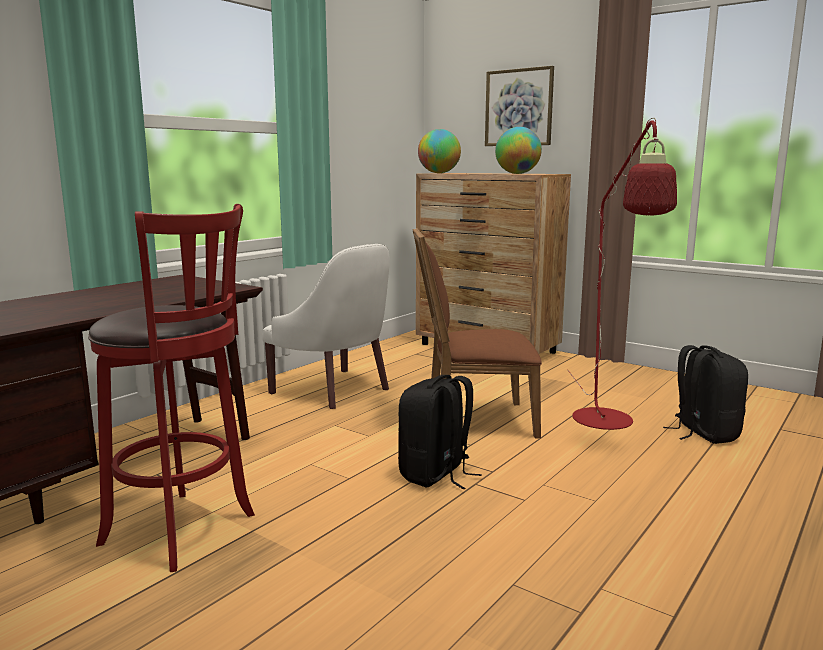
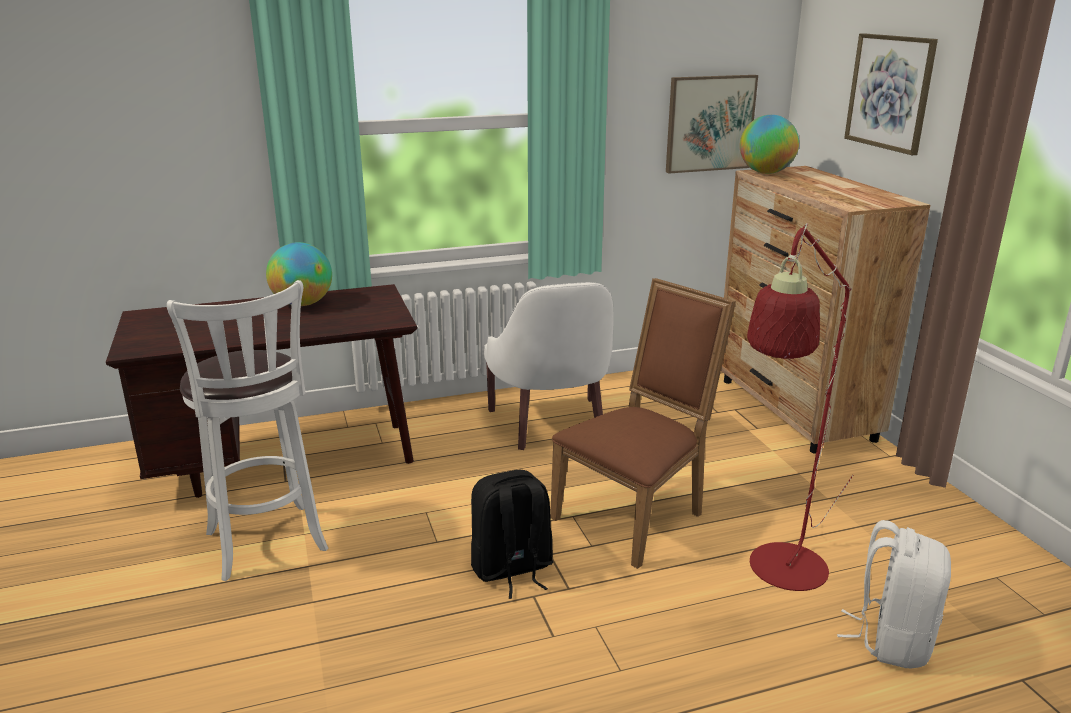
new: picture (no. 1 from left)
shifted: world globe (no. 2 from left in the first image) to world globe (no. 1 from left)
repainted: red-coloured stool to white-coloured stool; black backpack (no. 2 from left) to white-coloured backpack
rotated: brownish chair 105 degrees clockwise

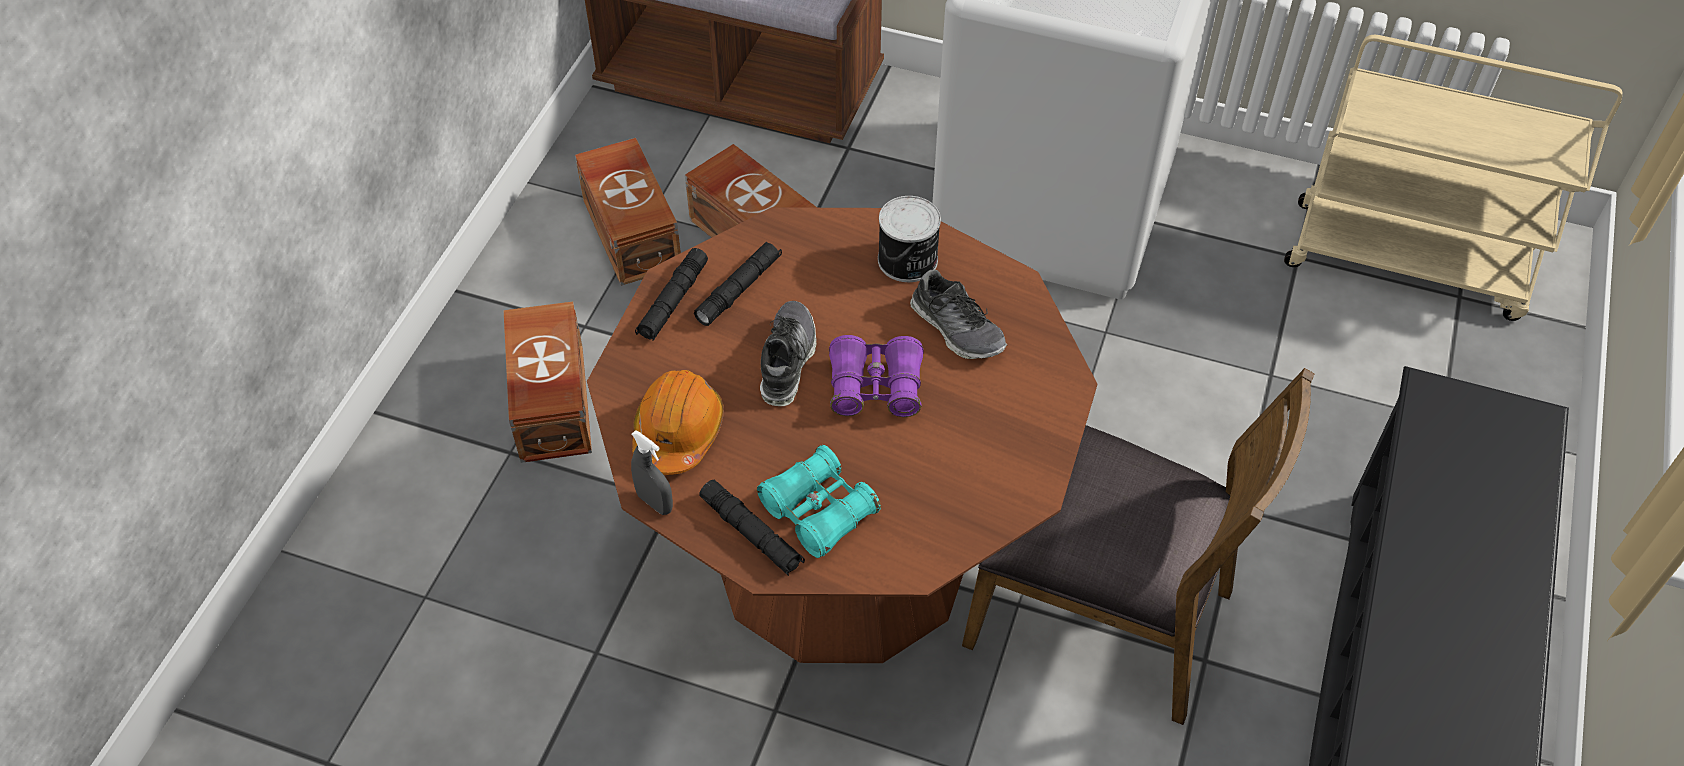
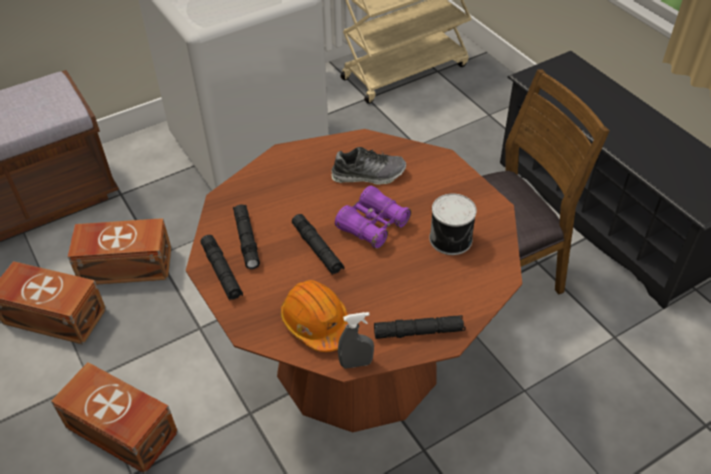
gone: turquoise-coloured field glasses
shifted: can
swapped: low shoe (no. 1 from left) to black flashlight (no. 3 from left)

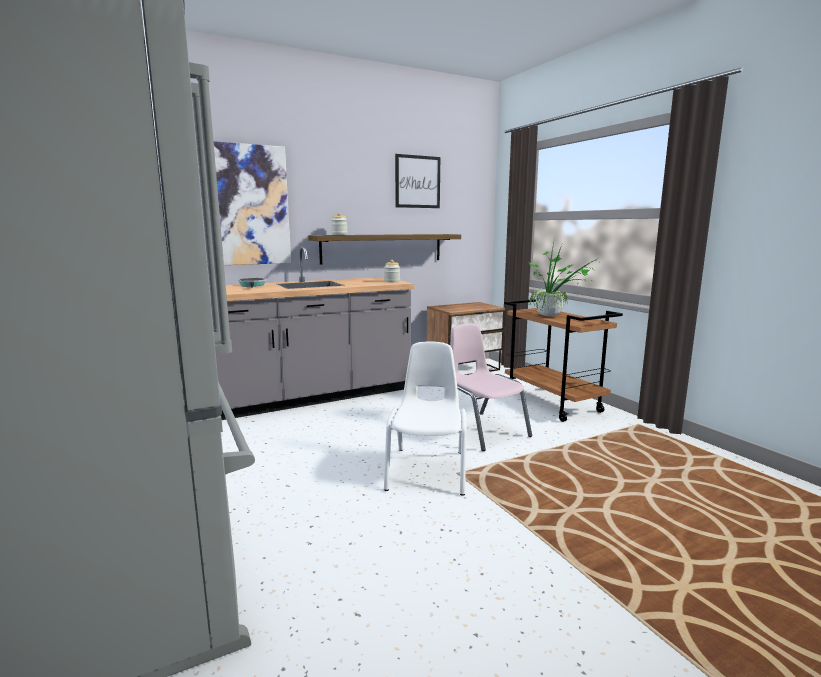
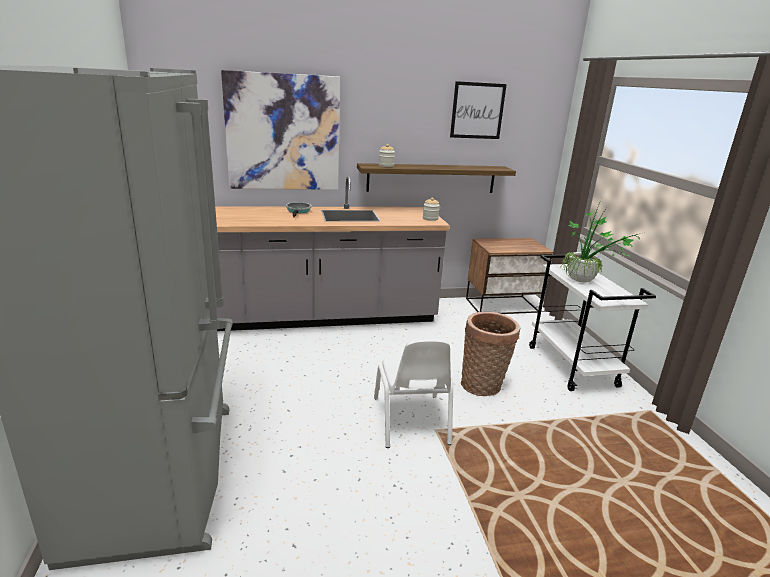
swapped: pink chair to storage basket
repainted: brownish cart to white-coloured cart
rotated: white-coloured chair 150 degrees clockwise

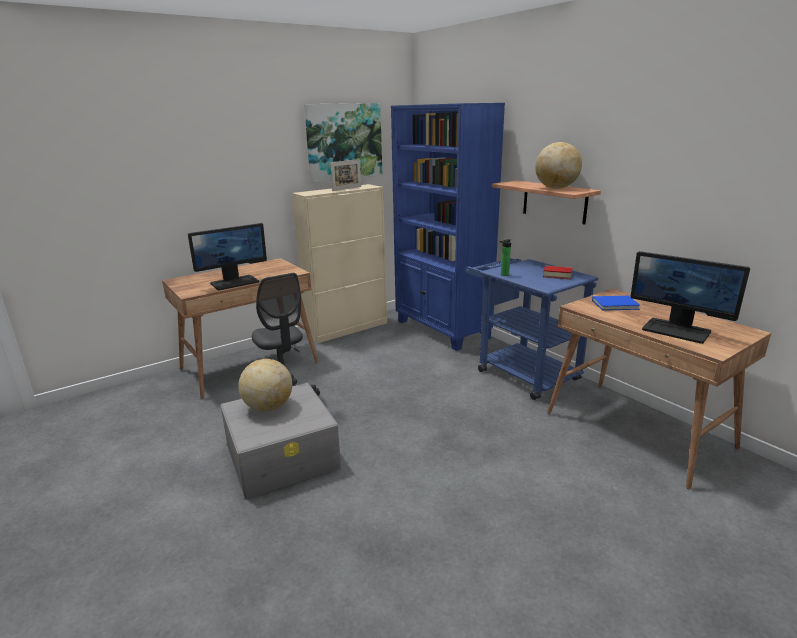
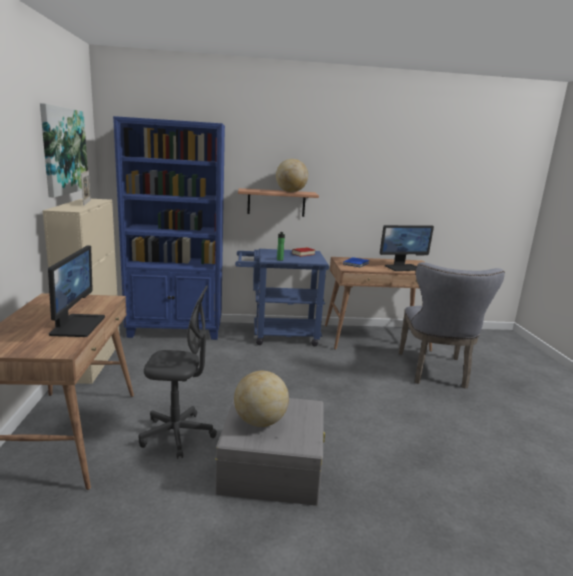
new: gray chair

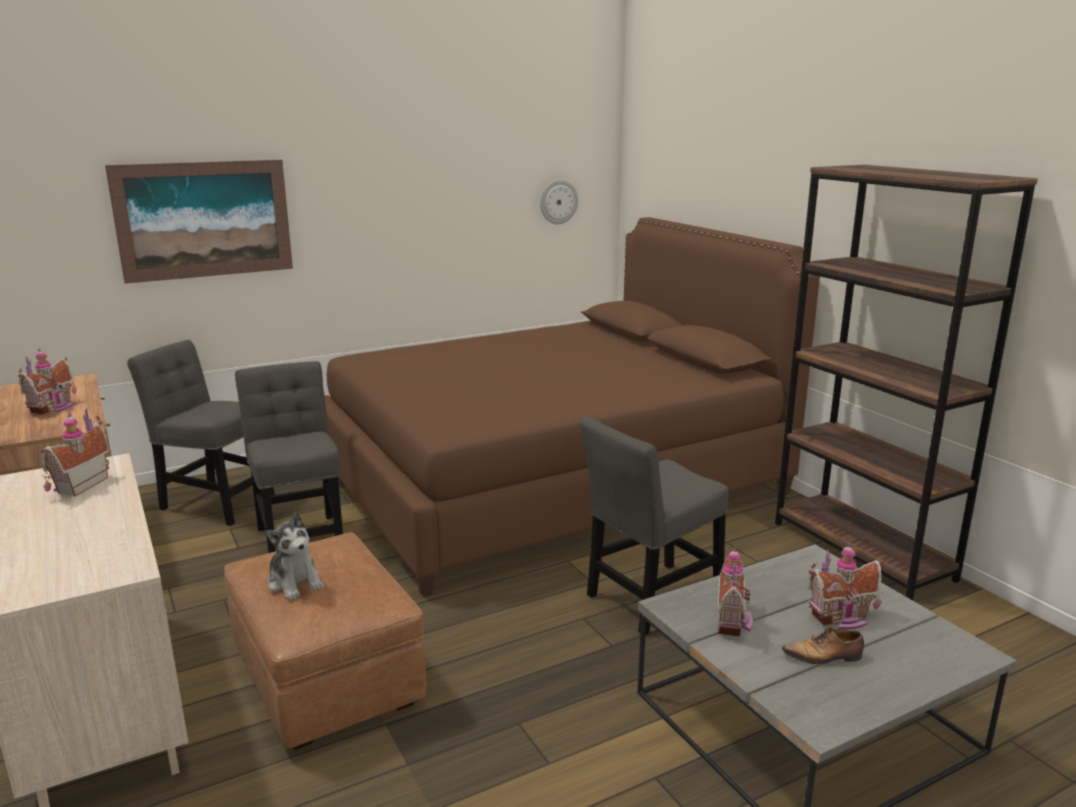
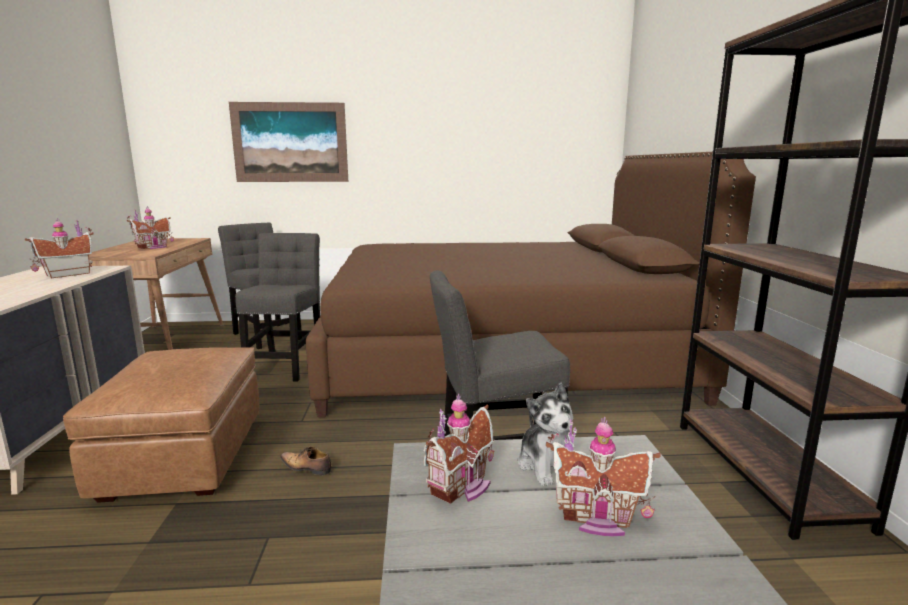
gone: wall clock
shifted: soft toy; low shoe

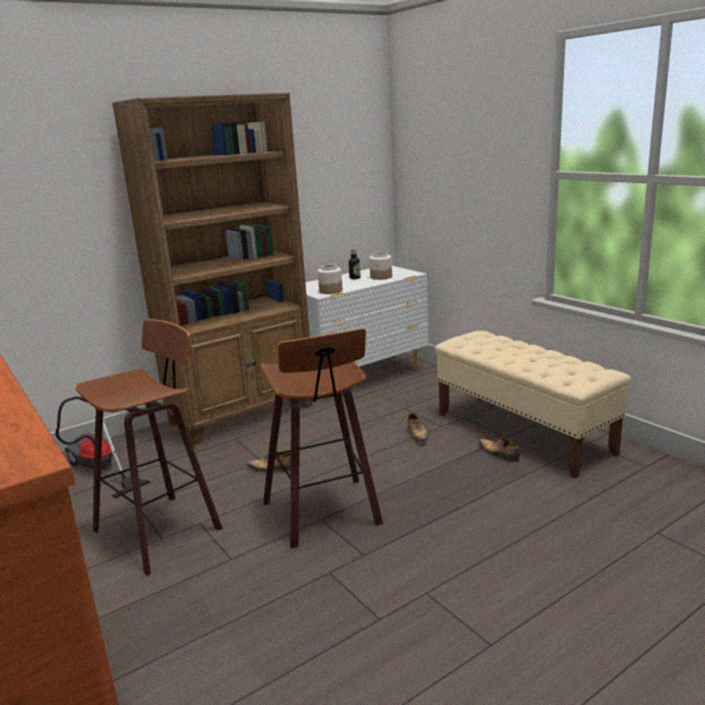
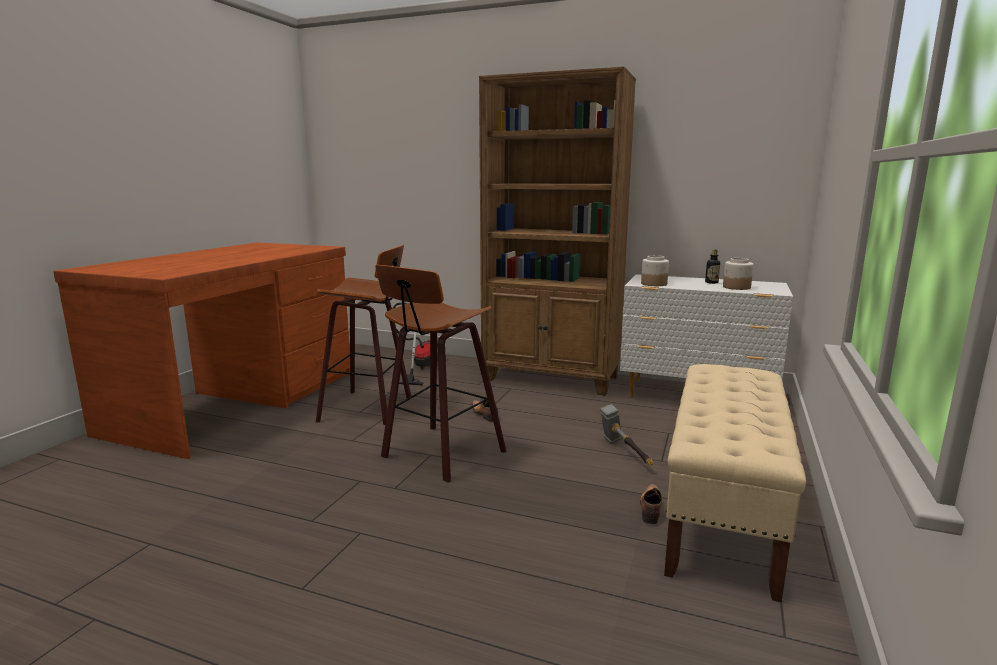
swapped: low shoe (no. 2 from left) to tool hammer

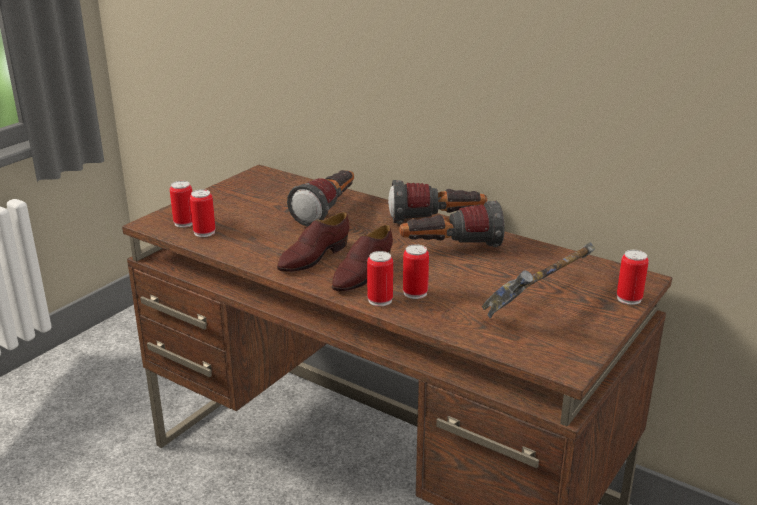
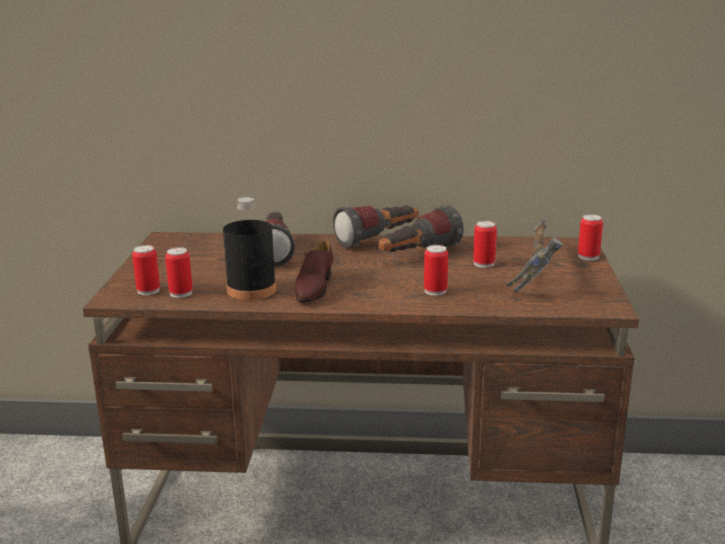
gone: brownish low shoe (no. 2 from left)
new: black drink bottle
shifted: can (no. 3 from left in the first image) to can (no. 4 from left)

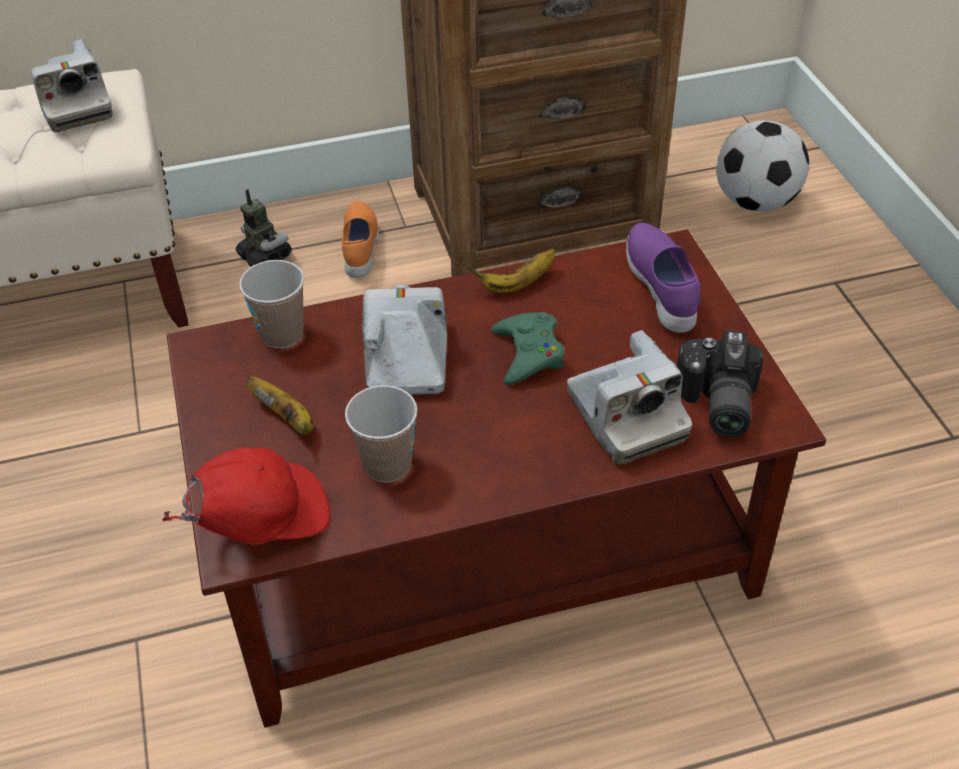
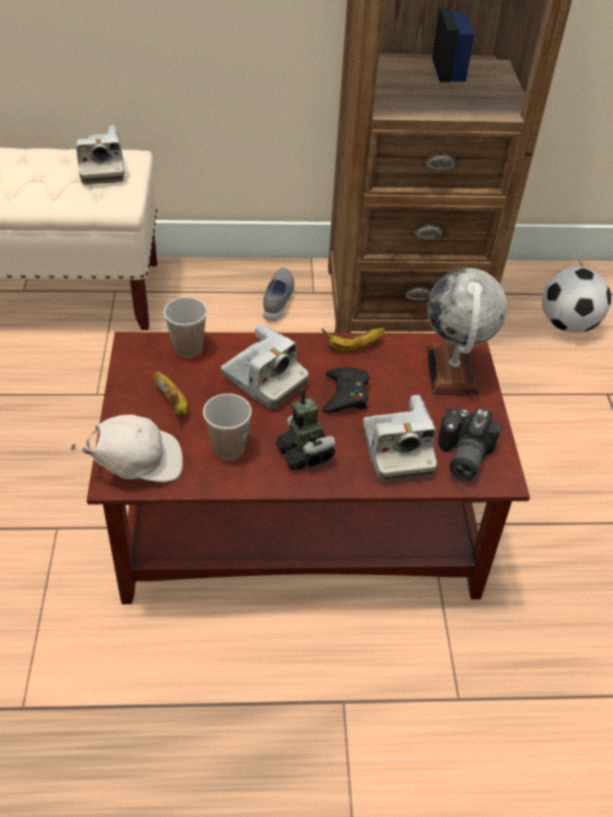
shifted: model robot
swapped: purple-coloured low shoe to world globe
repainted: red-coloured cap to white-coloured cap; orangey low shoe to gray low shoe; greenish gamepad to black gamepad
rotated: still camera (no. 2 from left) 120 degrees clockwise

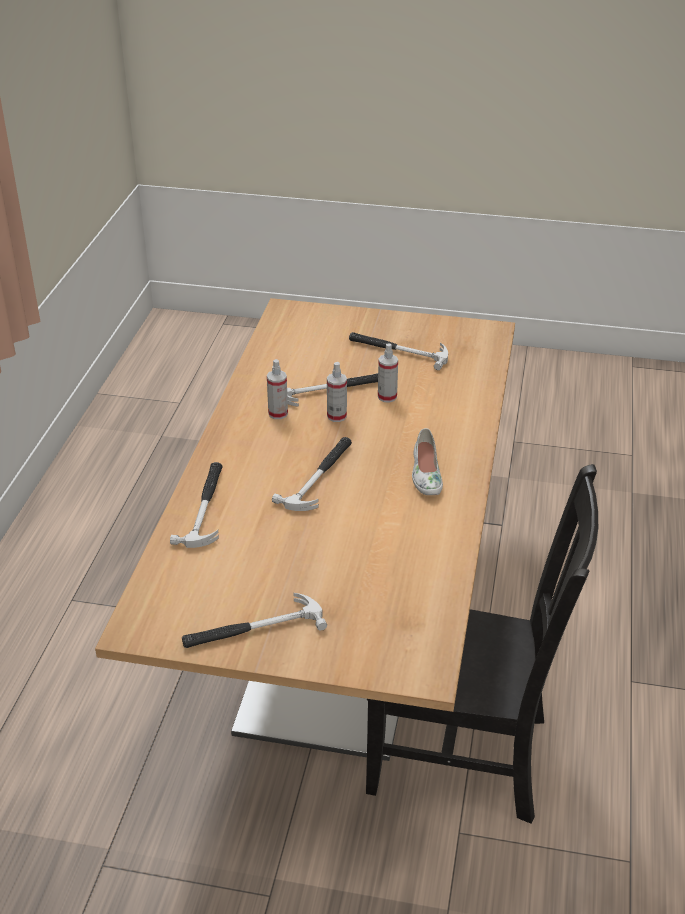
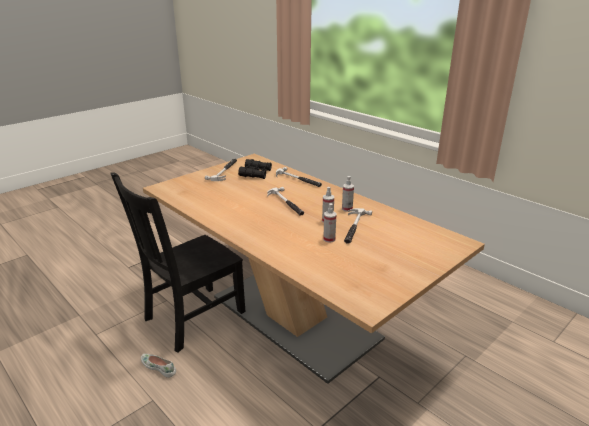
gone: tool hammer (no. 5 from left)
new: black field glasses
shifted: white-coloured low shoe

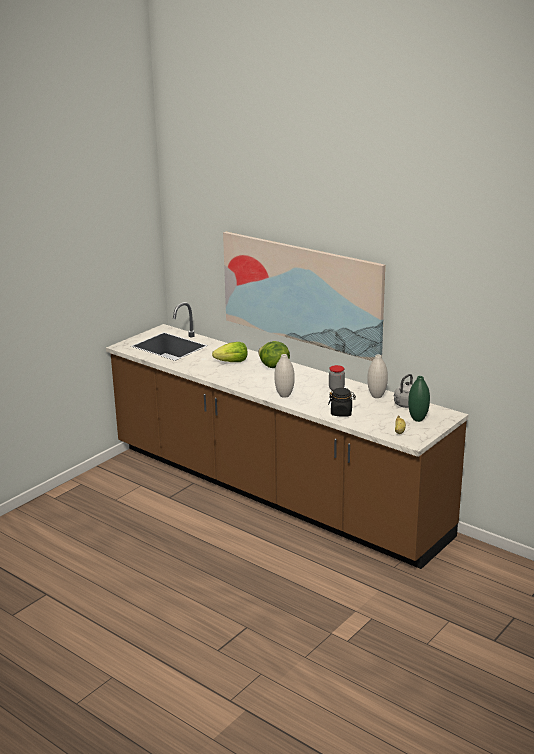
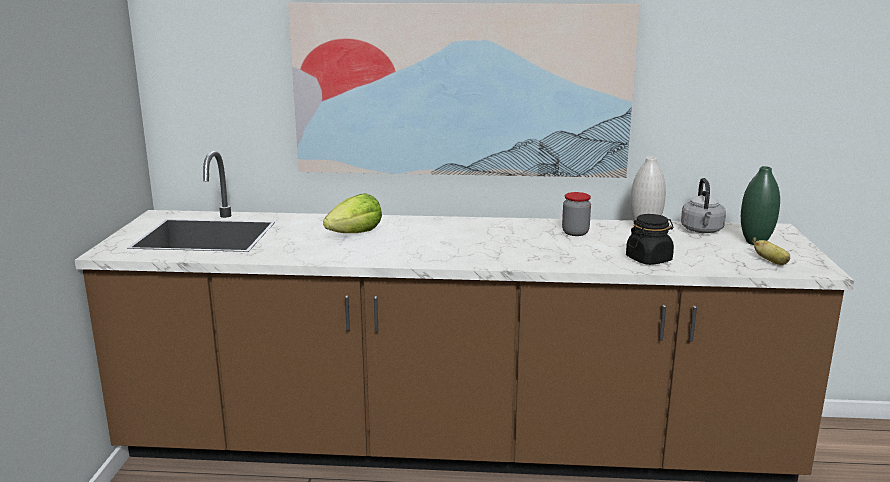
gone: lettuce head (no. 2 from left); white-coloured vase (no. 1 from left)

